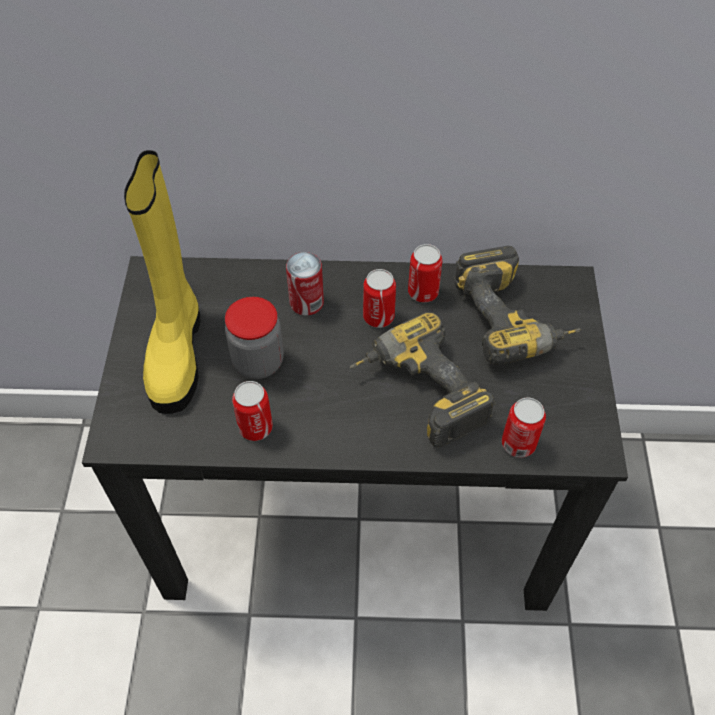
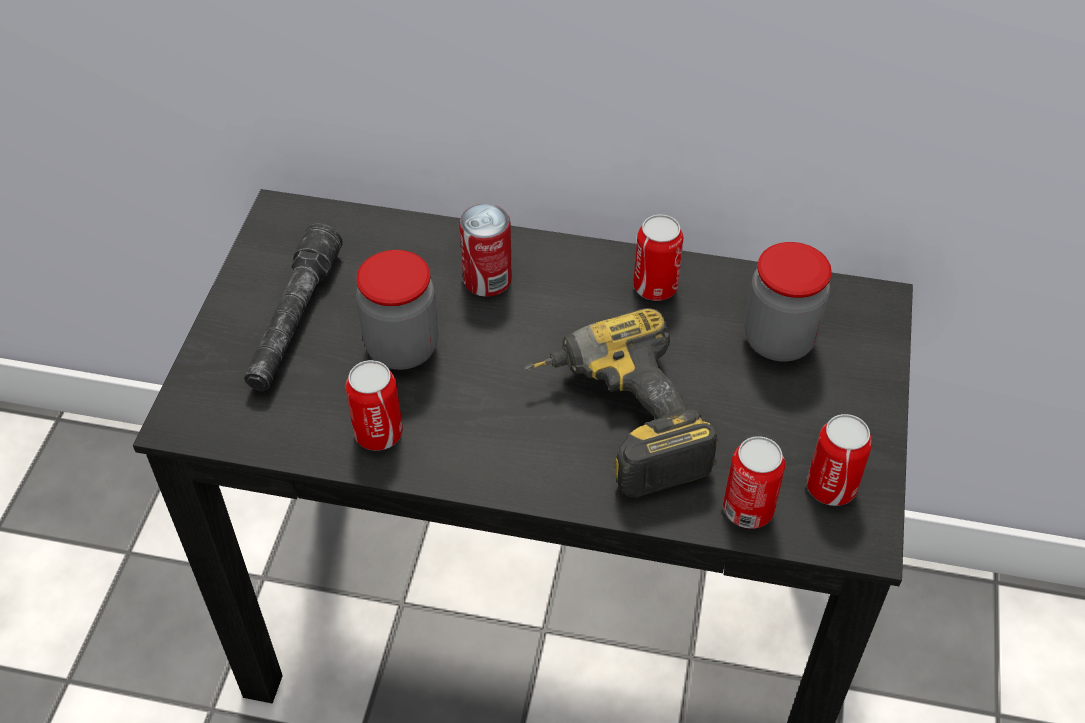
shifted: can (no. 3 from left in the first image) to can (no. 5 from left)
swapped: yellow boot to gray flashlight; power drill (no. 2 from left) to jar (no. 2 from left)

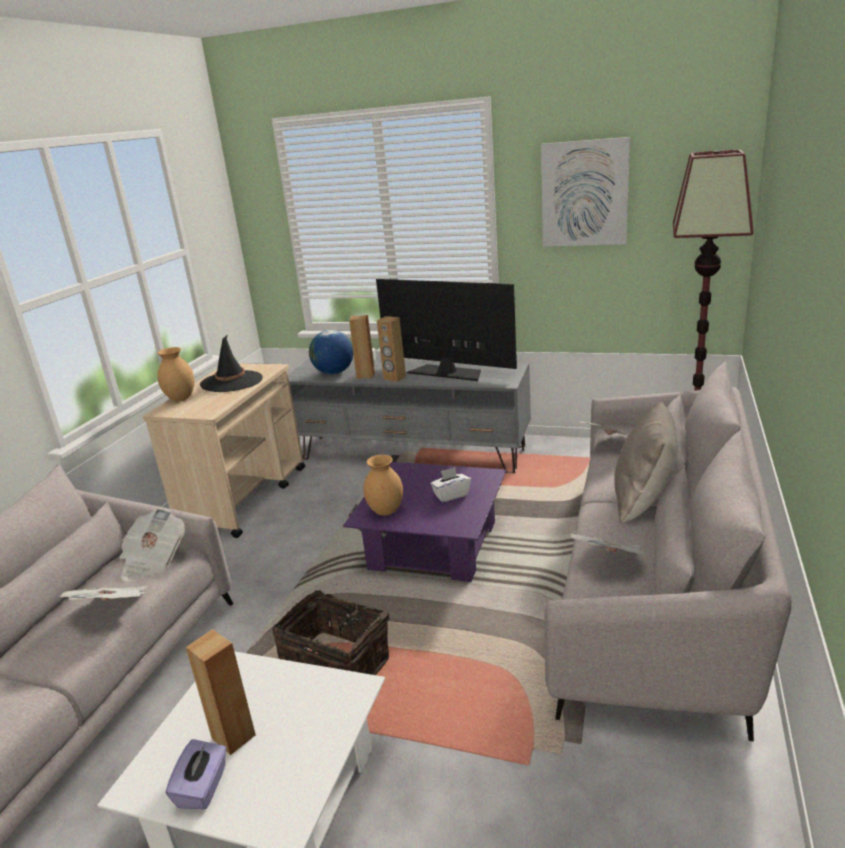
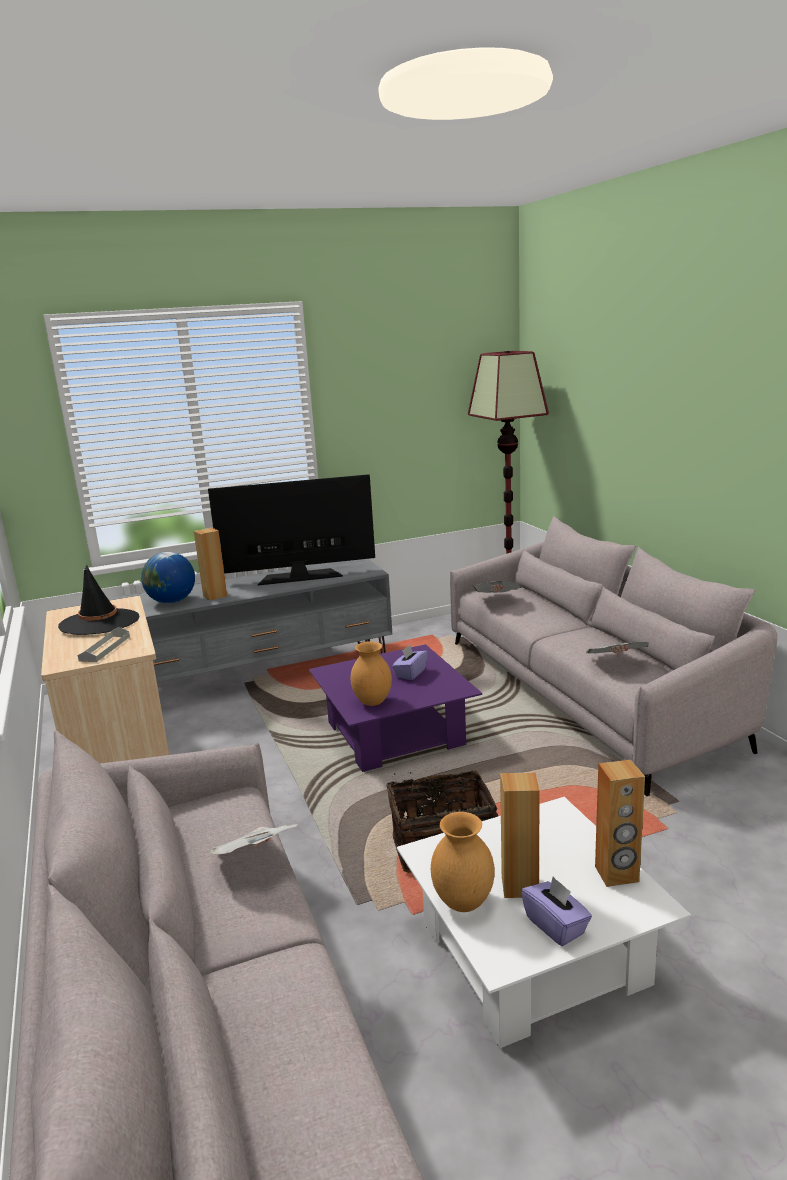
gone: newspaper (no. 2 from left); picture; beige throw pillow
new: gray serving tray
shifted: brownish vase (no. 1 from left in the first image) to brownish vase (no. 2 from left); brownish loudspeaker (no. 3 from left)
repainted: white-coloured tissue holder to purple-coloured tissue holder (no. 1 from left)

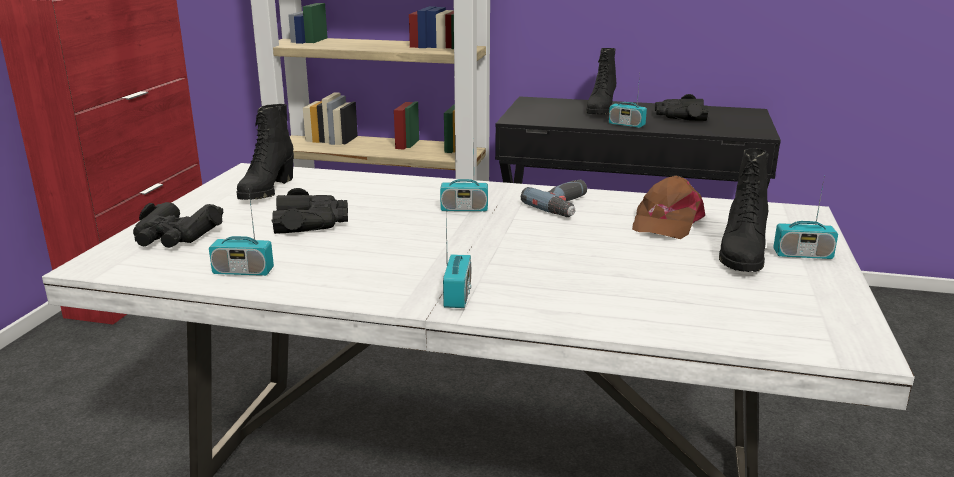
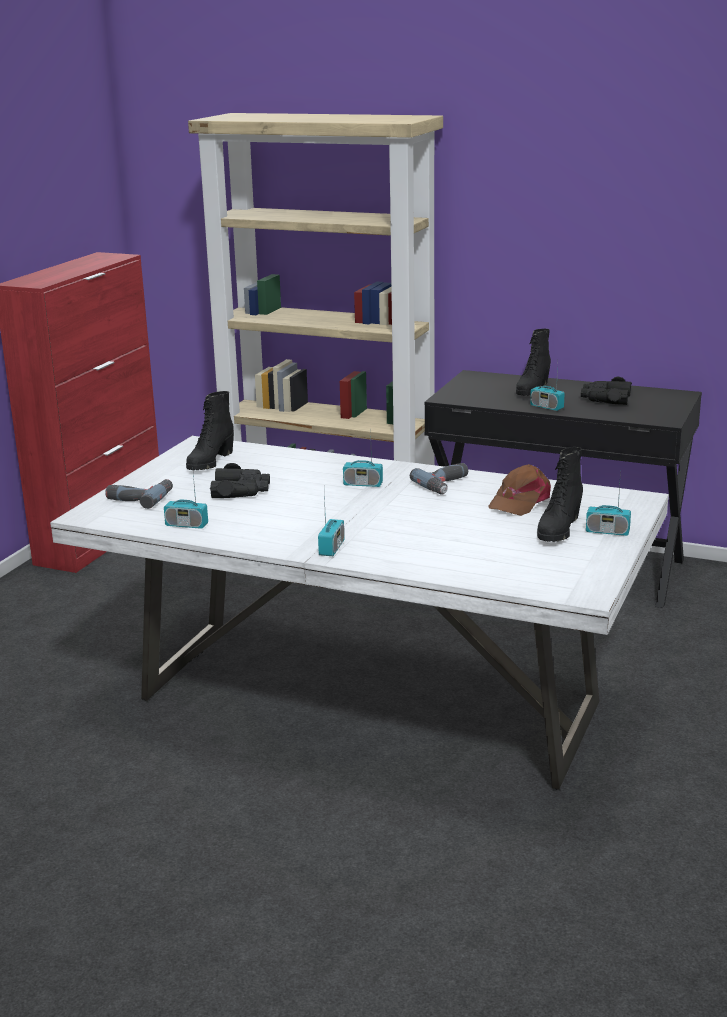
swapped: black field glasses (no. 1 from left) to power drill (no. 1 from left)

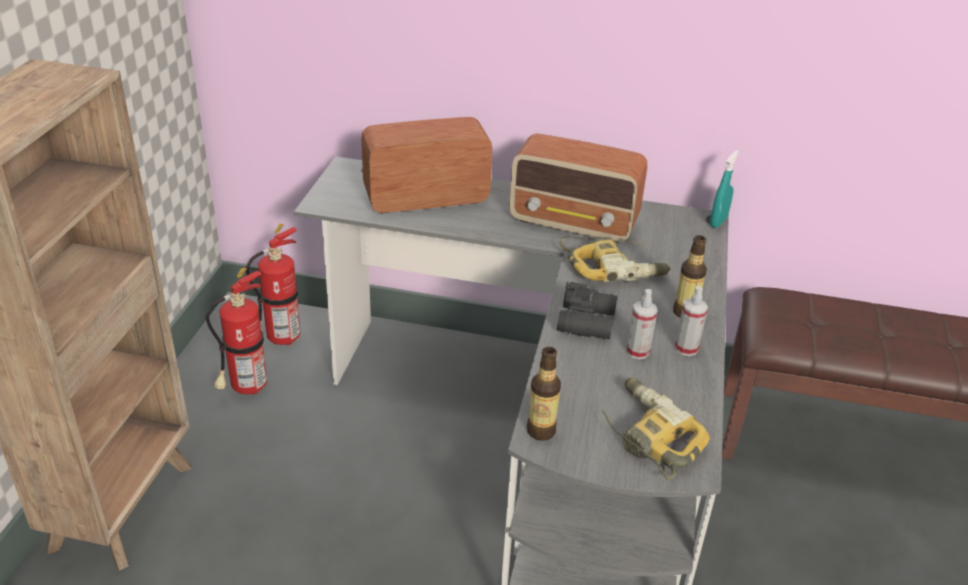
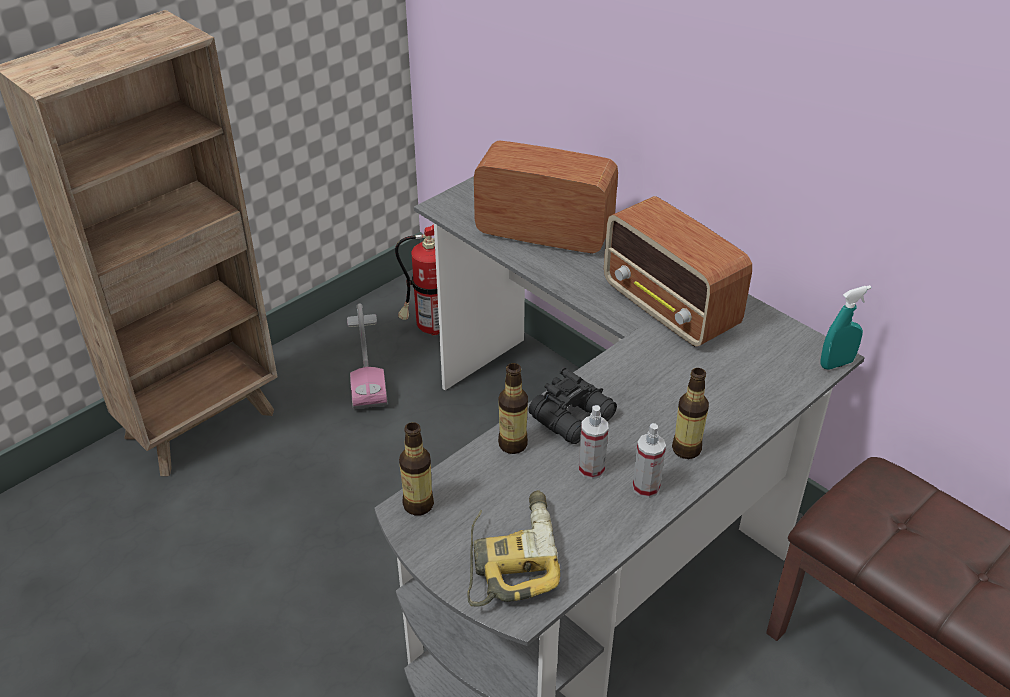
gone: power drill (no. 1 from left)
new: drink bottle (no. 2 from left)
swapped: fire extinguisher (no. 1 from left) to hoover

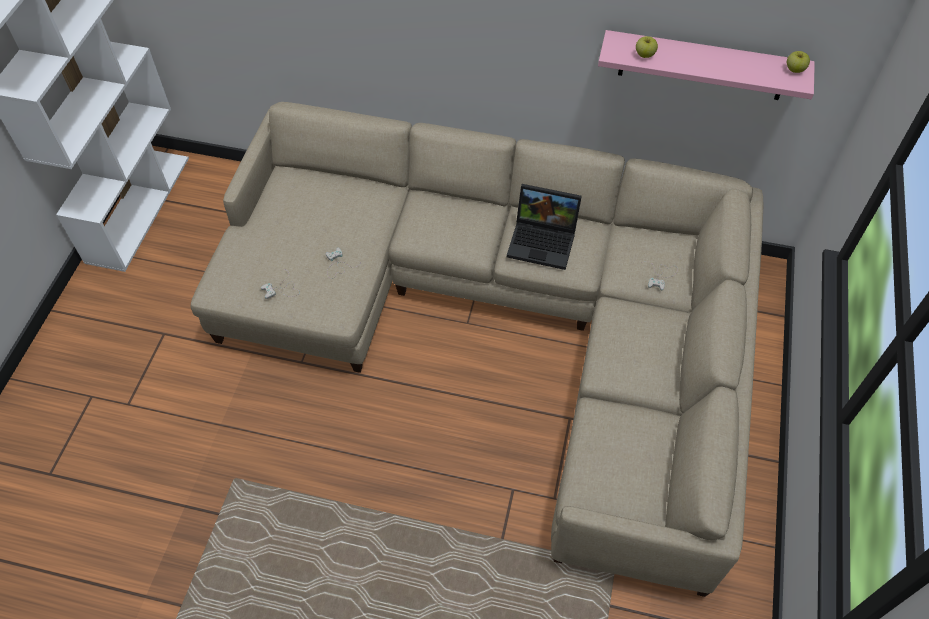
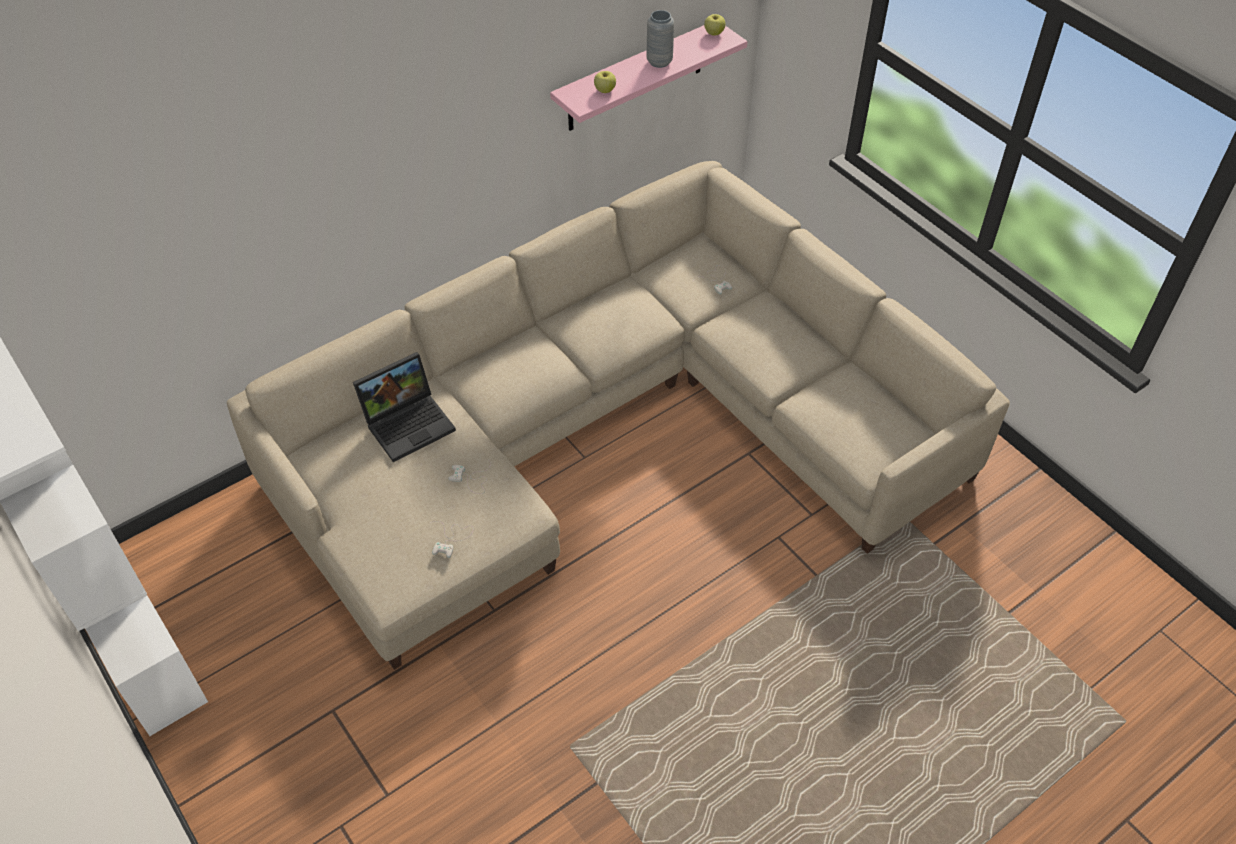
new: gray vase
shifted: portable computer

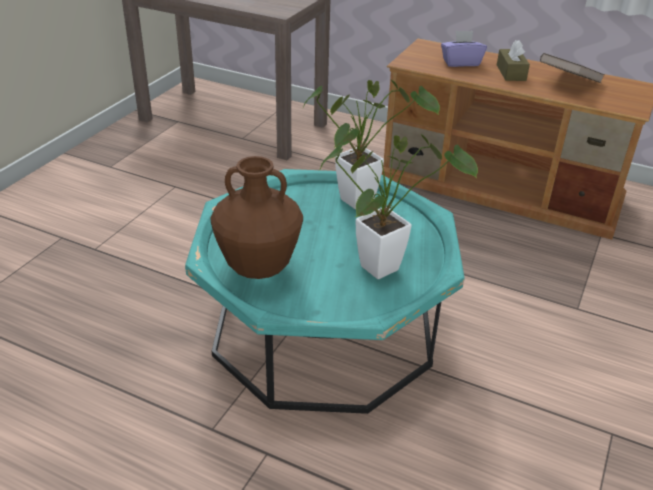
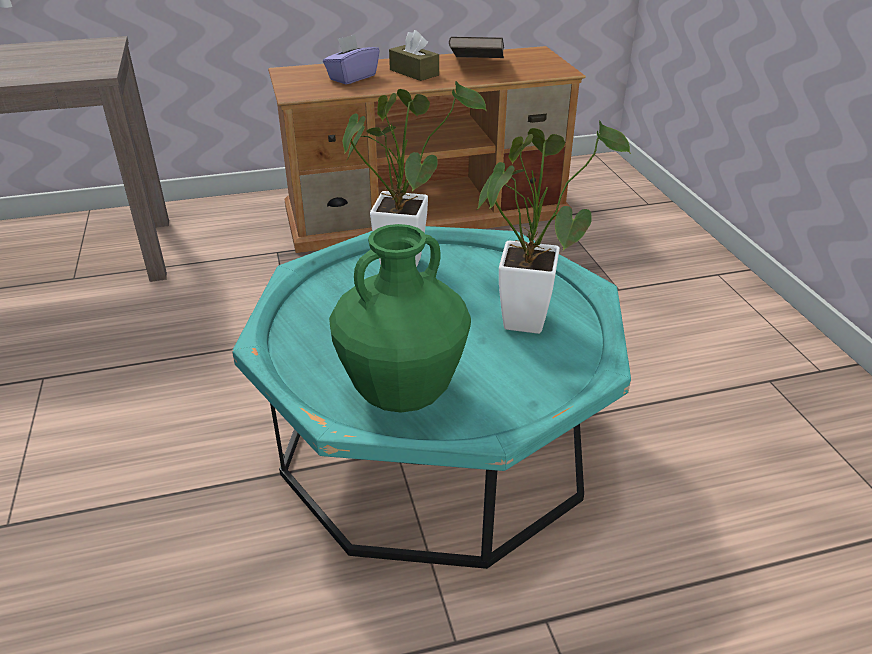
repainted: brownish vase to greenish vase

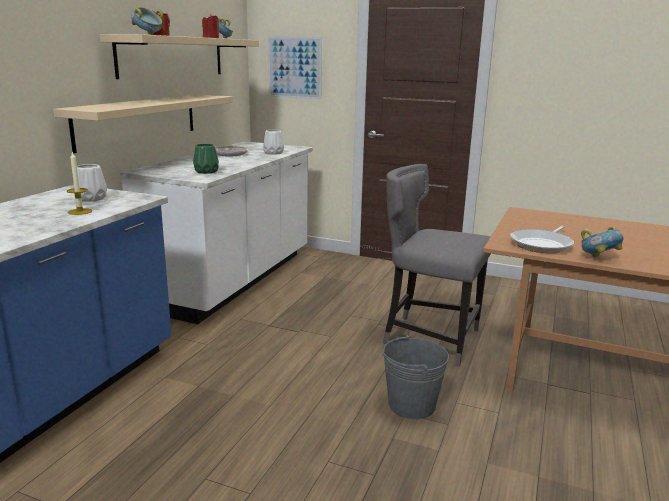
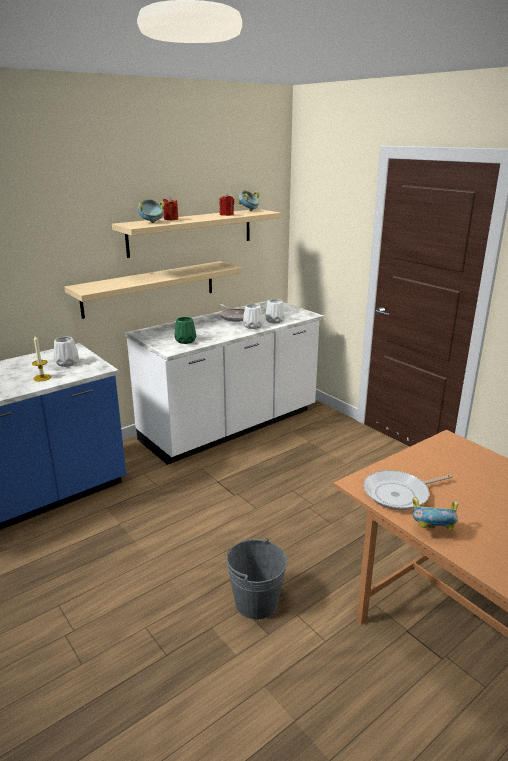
gone: picture; gray chair
new: white-coloured vase (no. 2 from left)

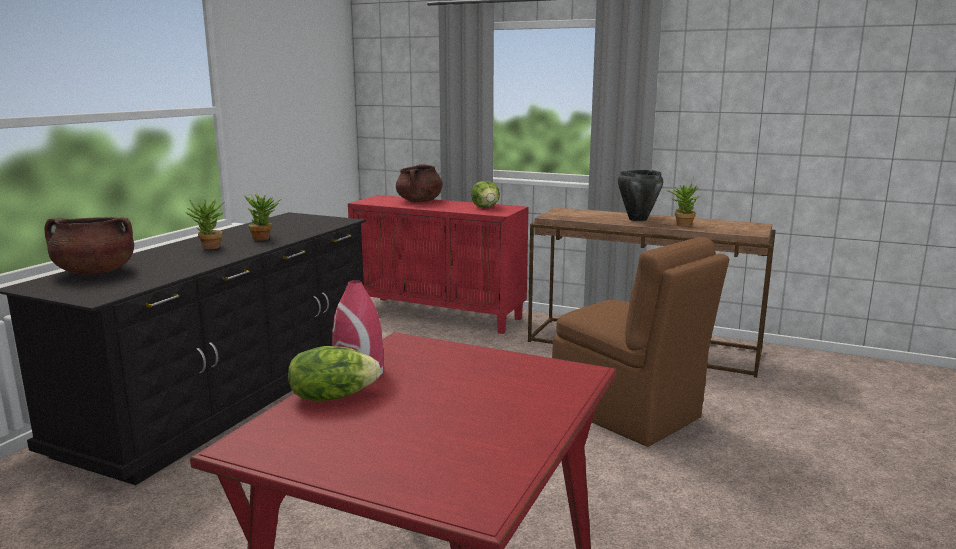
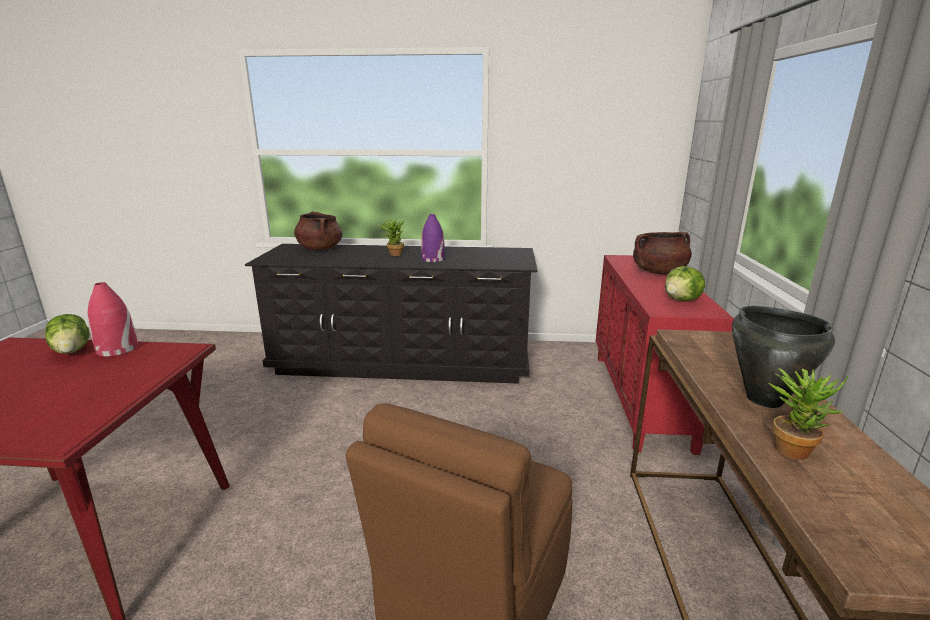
swapped: plant in a pot (no. 2 from left) to purple-coloured vase

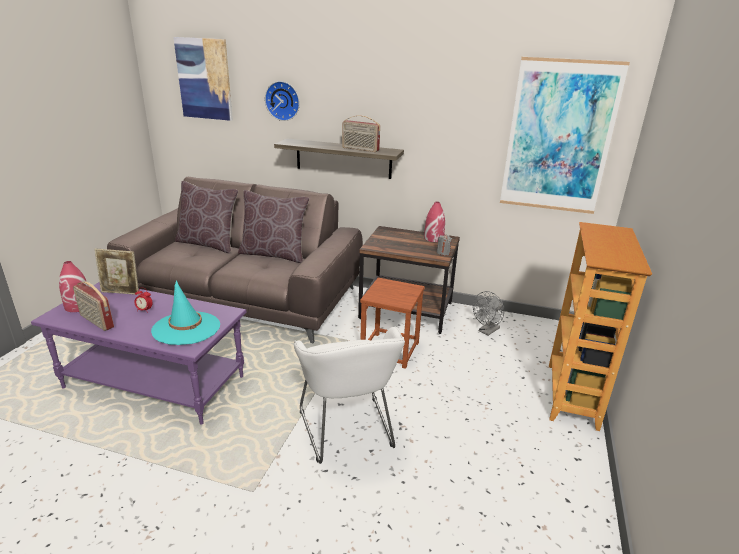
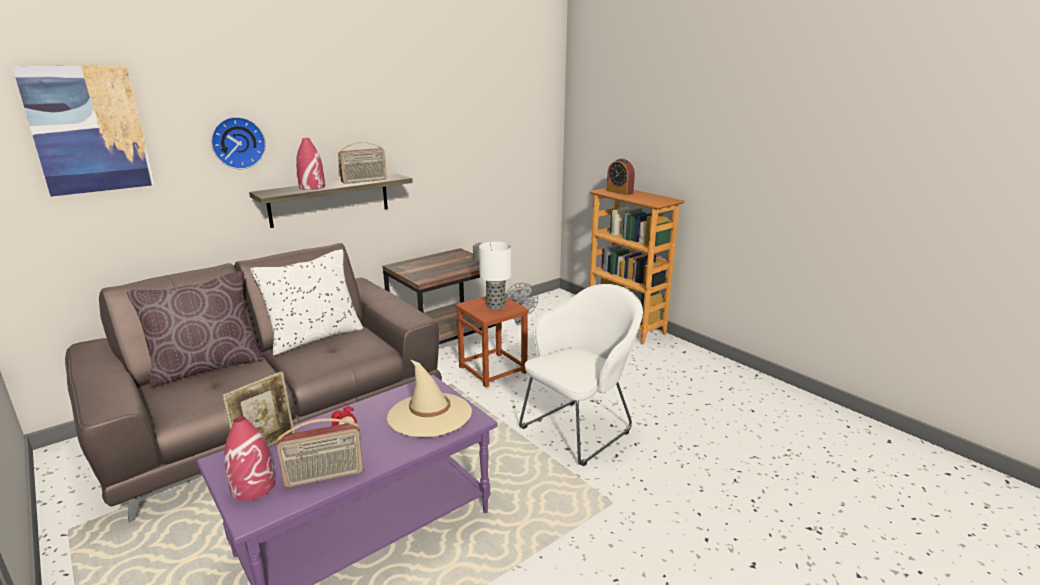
gone: picture (no. 2 from left)
new: lamp for a table; bedside clock (no. 2 from left)
shifted: red-coloured vase (no. 2 from left)
repainted: turquoise-coloured wearable hat to beige wearable hat; brownish throw pillow (no. 2 from left) to white-coloured throw pillow
rotated: white-coloured lounge chair 60 degrees counterclockwise

